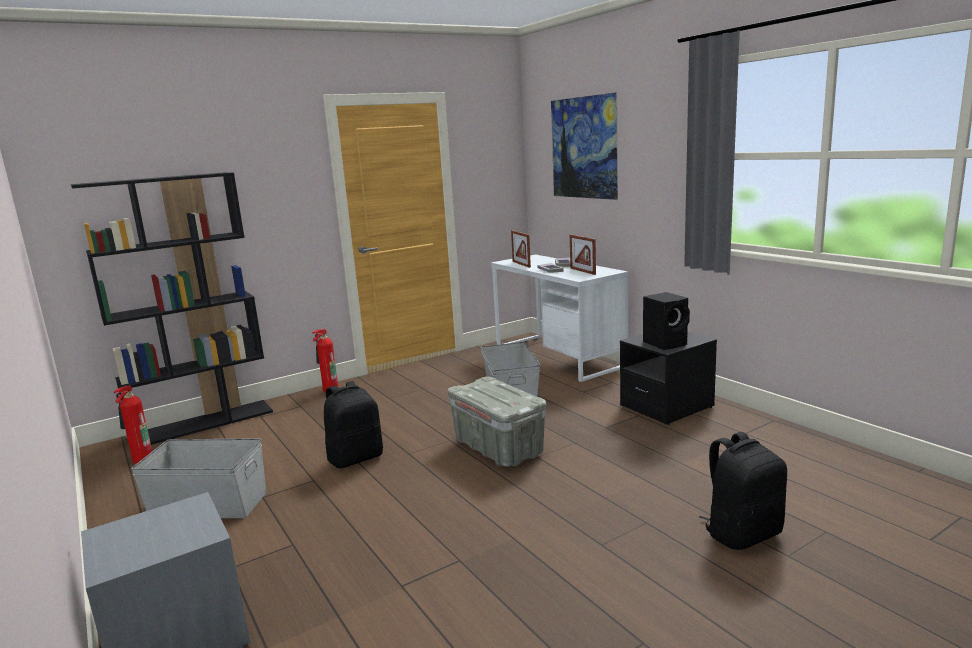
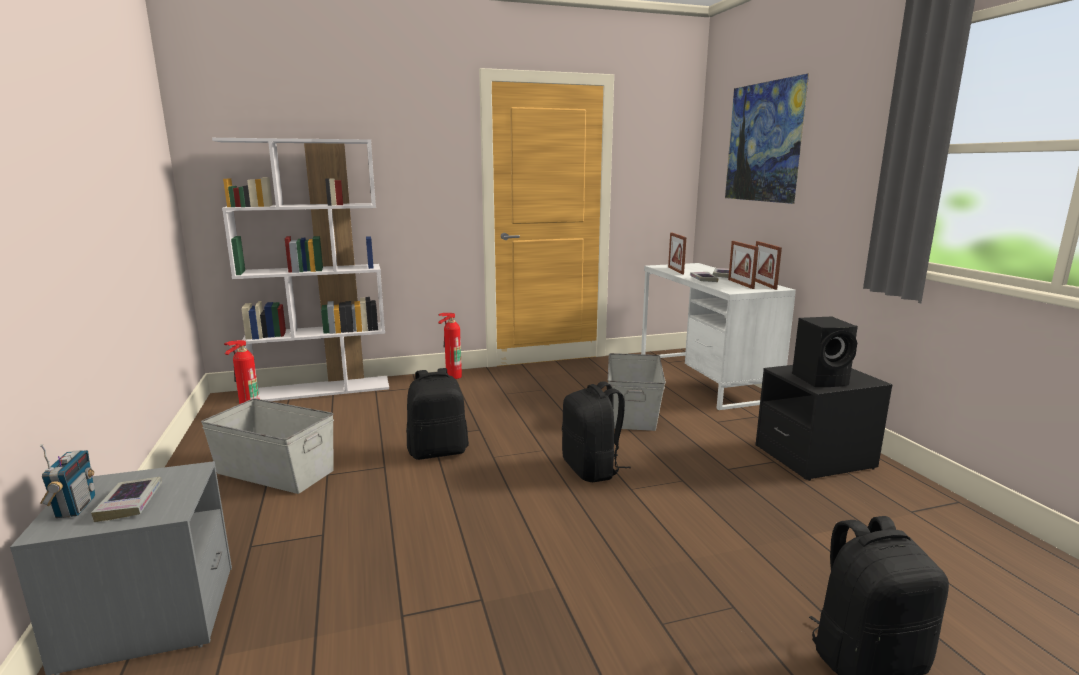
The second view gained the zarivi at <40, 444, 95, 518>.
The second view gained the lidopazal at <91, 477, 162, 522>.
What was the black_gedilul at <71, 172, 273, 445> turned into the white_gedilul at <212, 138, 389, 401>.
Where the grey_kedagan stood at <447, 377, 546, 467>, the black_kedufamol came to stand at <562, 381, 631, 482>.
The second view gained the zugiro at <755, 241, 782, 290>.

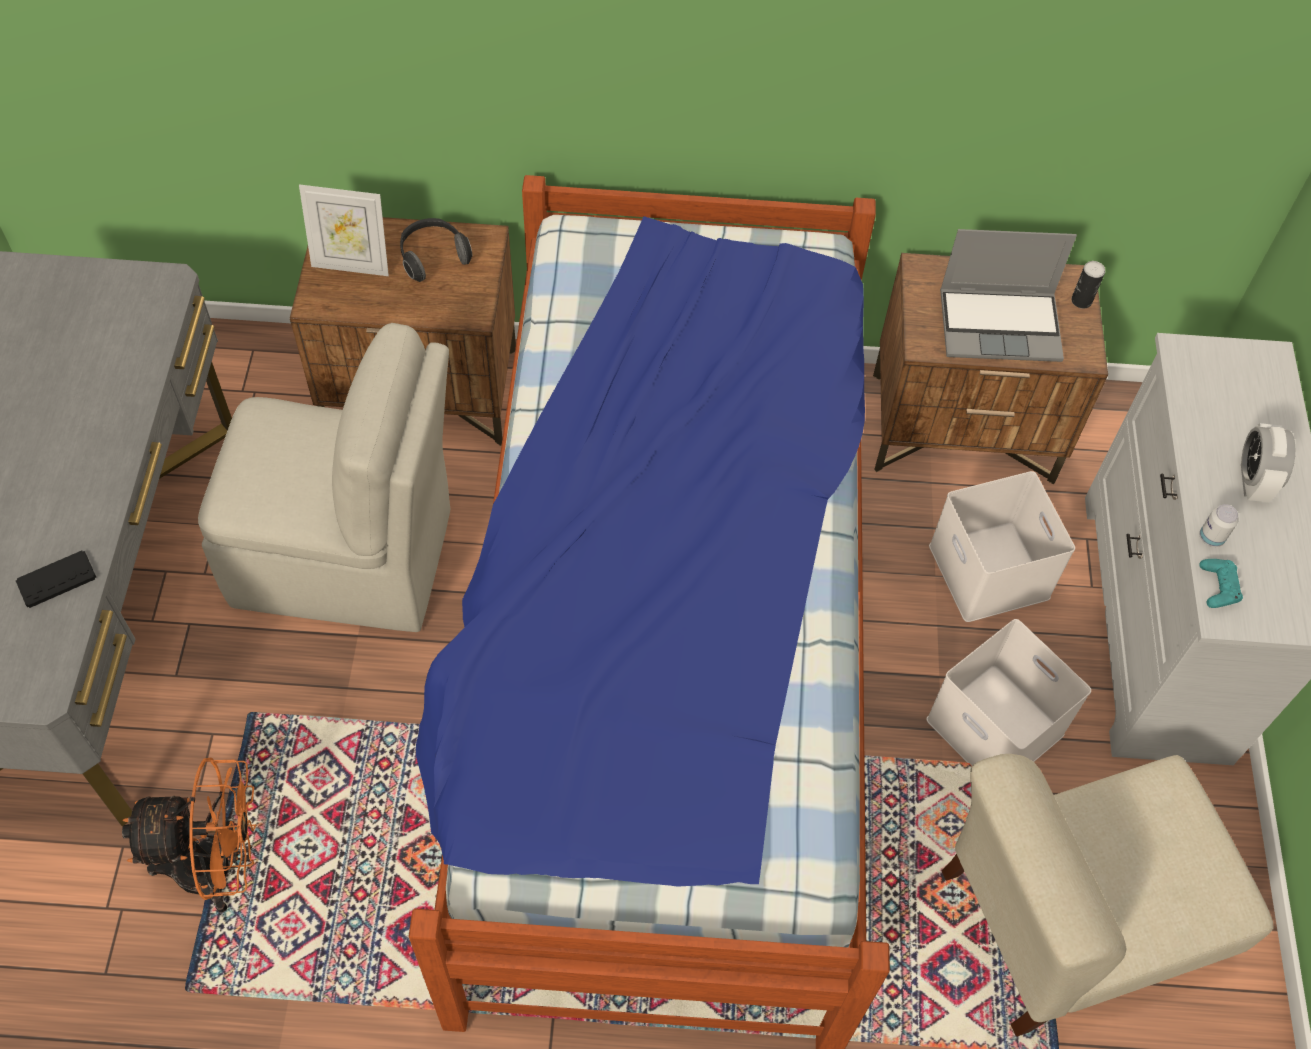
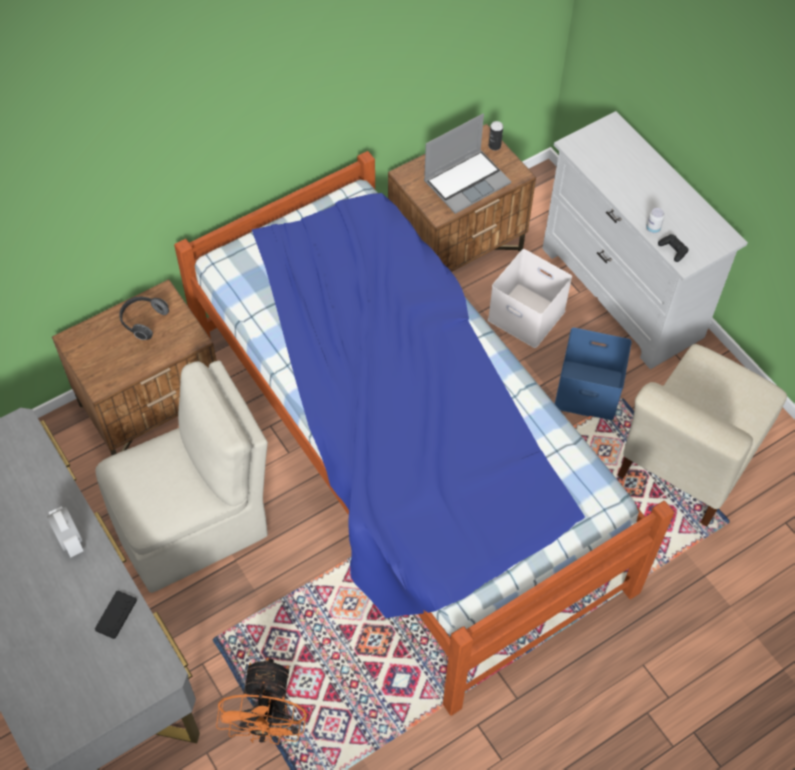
The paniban ended up elsewhere, having gone from <1241, 423, 1295, 502> to <47, 506, 83, 558>.
The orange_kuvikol at <122, 758, 256, 913> ended up facing another way, 135 degrees clockwise from before.
What was the white_kedagan at <926, 619, 1091, 766> turned into the blue_kedagan at <555, 328, 632, 420>.
What was the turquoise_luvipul at <1199, 559, 1243, 608> turned into the black_luvipul at <658, 234, 689, 262>.
The second view lost the zugiro at <299, 184, 389, 276>.

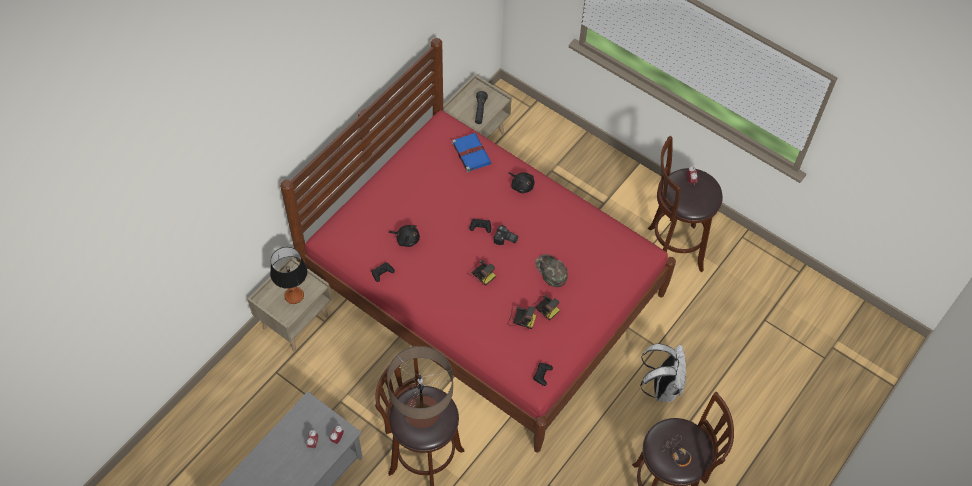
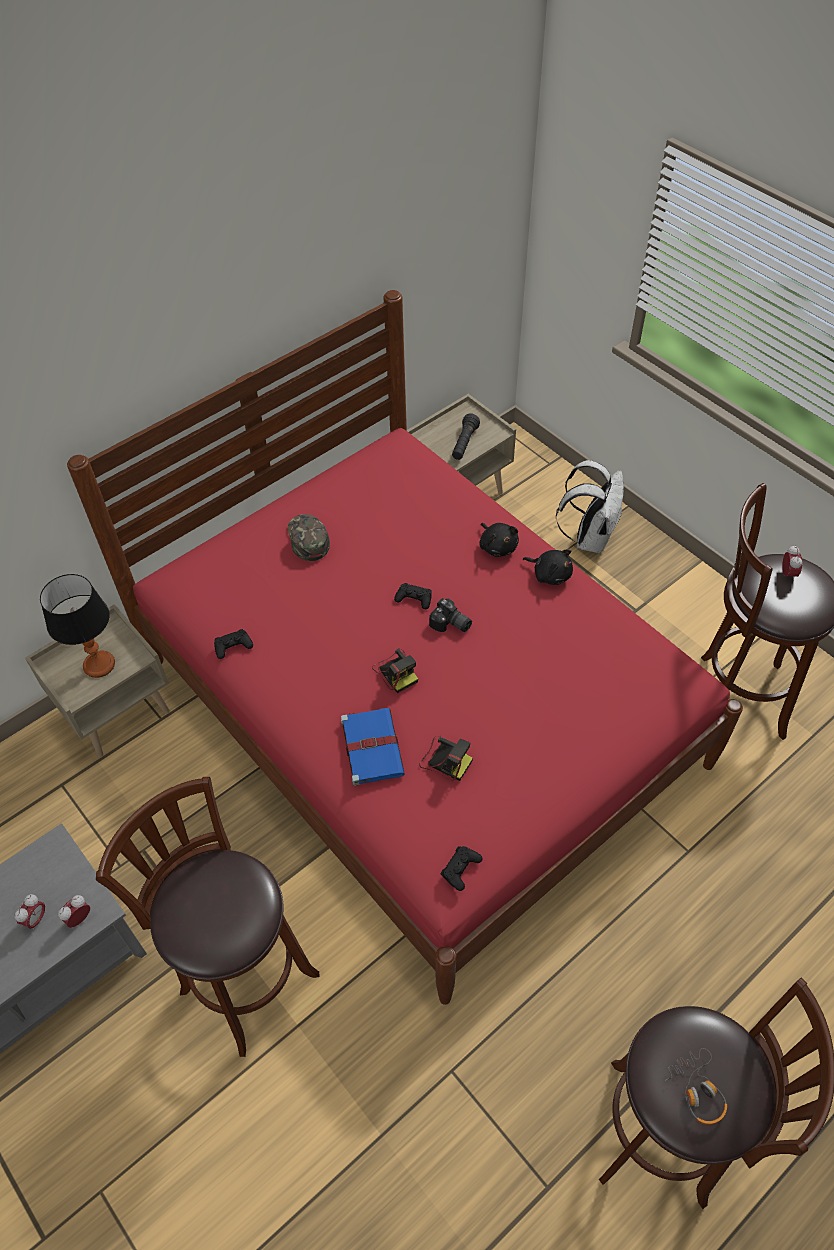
The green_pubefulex ended up elsewhere, having gone from <535, 254, 568, 287> to <287, 514, 330, 561>.
The blue_lidopazal ended up elsewhere, having gone from <452, 133, 491, 172> to <341, 708, 405, 786>.
The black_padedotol ended up elsewhere, having gone from <389, 225, 420, 247> to <523, 549, 573, 585>.
The white_kedufamol ended up elsewhere, having gone from <640, 343, 686, 402> to <556, 460, 624, 553>.
The second view lost the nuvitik at <387, 346, 453, 428>.
The second view lost the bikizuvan at <533, 294, 560, 320>.

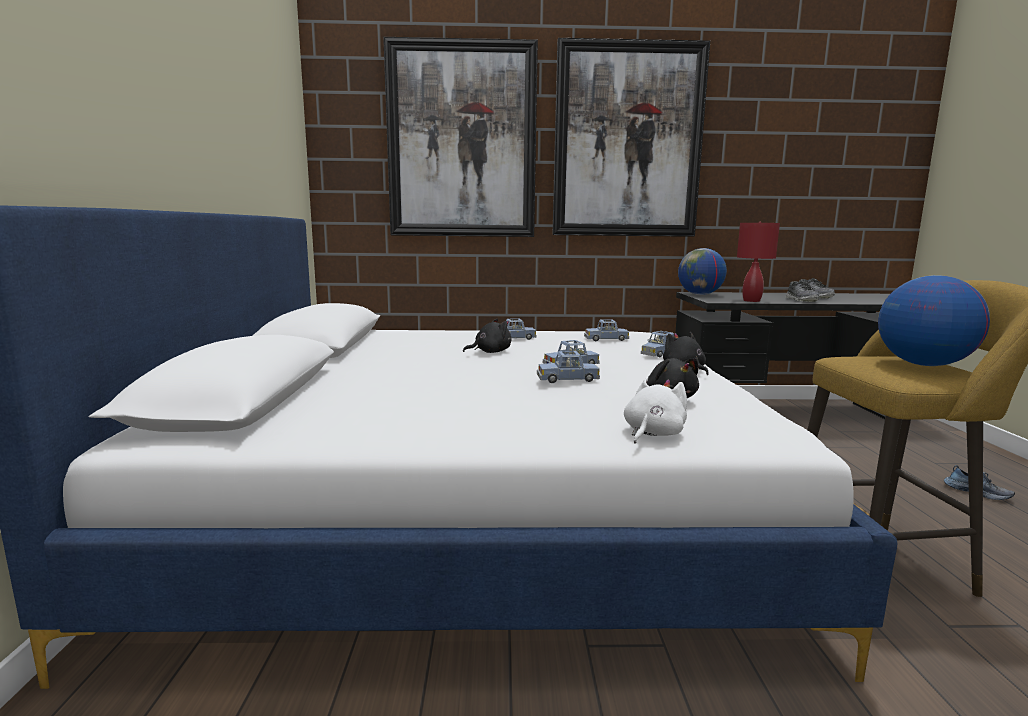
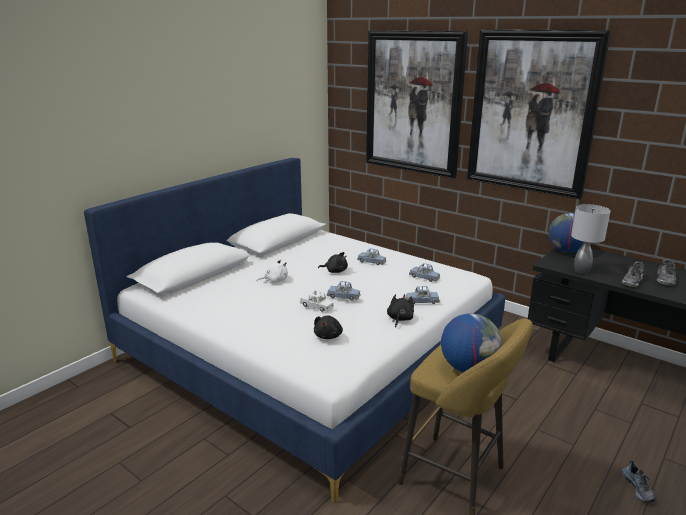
The white_padedotol ended up elsewhere, having gone from <624, 377, 687, 444> to <257, 259, 288, 283>.
What was the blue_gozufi at <537, 351, 600, 383> turned into the white_gozufi at <300, 290, 334, 312>.
What was the red_nuvitik at <737, 222, 780, 302> turned into the grey_nuvitik at <571, 204, 610, 274>.

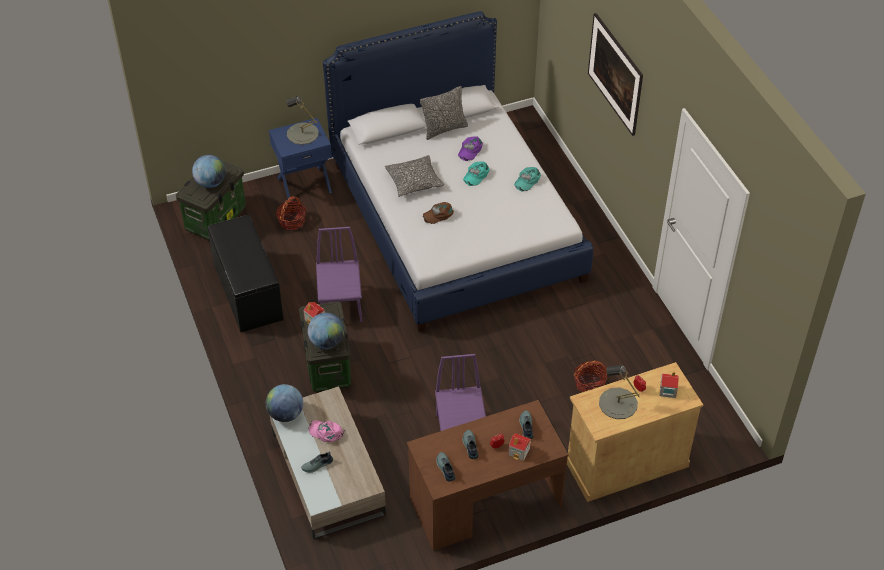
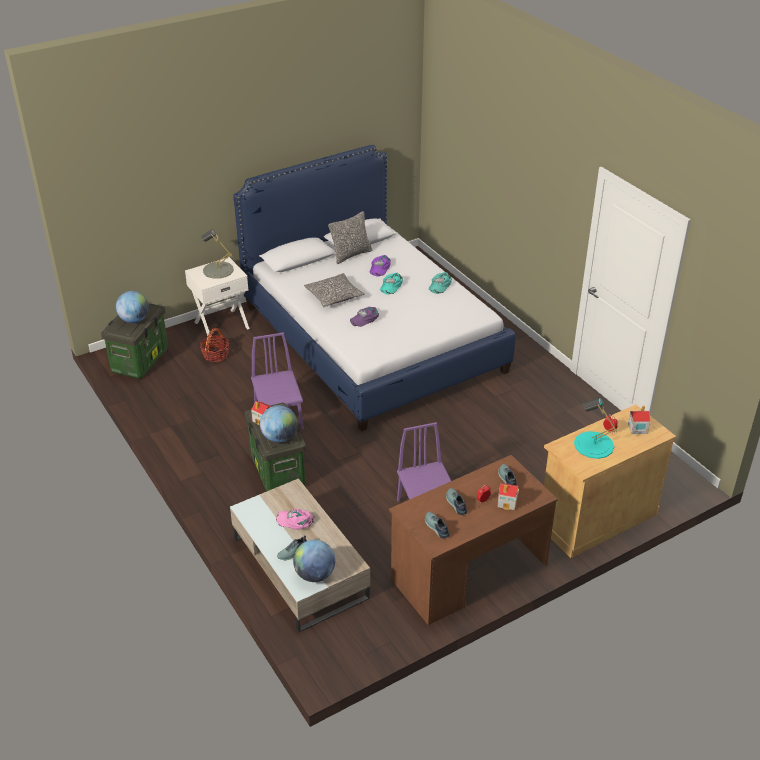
What was the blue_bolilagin at <269, 118, 332, 203> turned into the white_bolilagin at <185, 257, 250, 342>.
The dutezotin ended up elsewhere, having gone from <266, 384, 303, 422> to <293, 539, 335, 582>.
What was the brown_pubefulex at <423, 202, 454, 224> turned into the purple_pubefulex at <350, 307, 379, 327>.
What was the grey_nuvitik at <599, 365, 640, 419> turned into the turquoise_nuvitik at <574, 398, 618, 459>.
The second view lost the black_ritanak at <207, 214, 284, 332>.
The second view lost the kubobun at <574, 360, 607, 392>.
The second view lost the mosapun at <588, 13, 643, 136>.

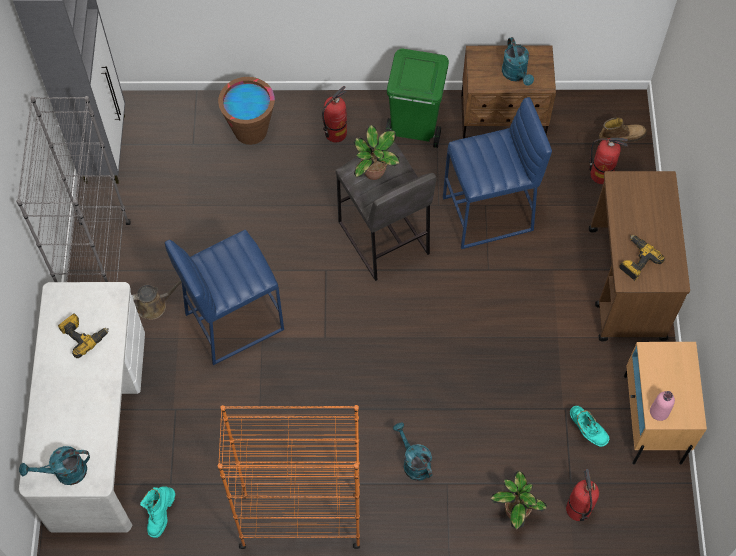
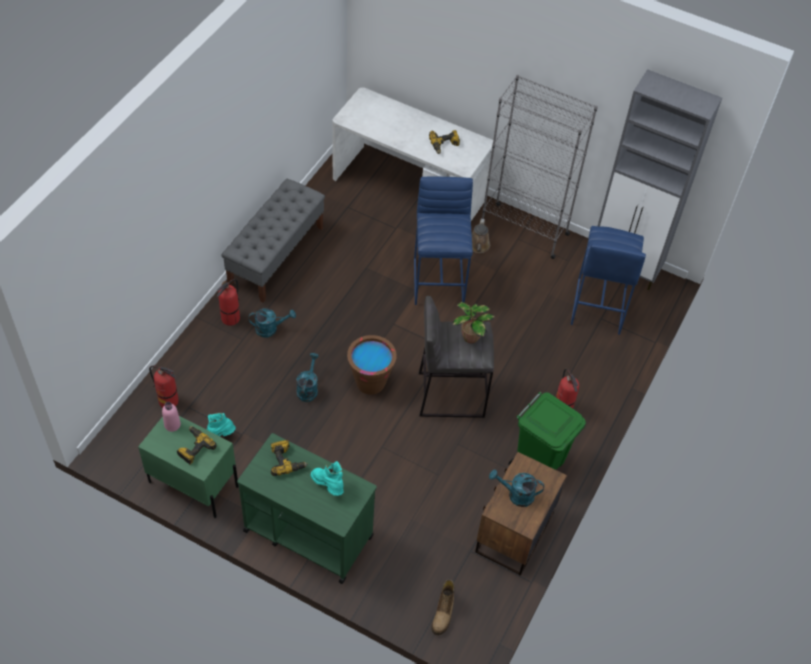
What was the beige_bolilagin at <624, 342, 707, 465> turned into the green_bolilagin at <138, 416, 239, 518>.
The second view gained the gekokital at <177, 426, 216, 465>.
The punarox ended up elsewhere, having gone from <589, 138, 628, 184> to <217, 279, 240, 326>.
Where the orange_gedilul stood at <218, 405, 360, 549>, the grey_ritanak came to stand at <222, 179, 325, 303>.
What was the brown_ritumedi at <589, 171, 690, 341> turned into the green_ritumedi at <237, 433, 377, 584>.
The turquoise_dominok ended up elsewhere, having gone from <19, 446, 90, 485> to <296, 353, 319, 402>.
The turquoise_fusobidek ended up elsewhere, having gone from <140, 486, 175, 538> to <311, 461, 343, 496>.
The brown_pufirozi ended up elsewhere, having gone from <218, 77, 275, 145> to <347, 335, 397, 395>.
The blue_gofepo ended up elsewhere, having gone from <443, 97, 552, 249> to <571, 226, 646, 335>.
The second view lost the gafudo at <491, 471, 547, 529>.

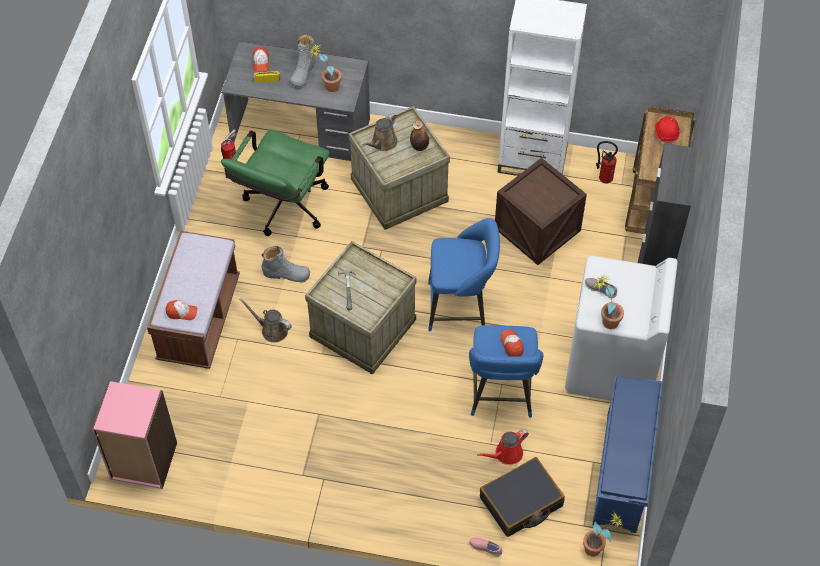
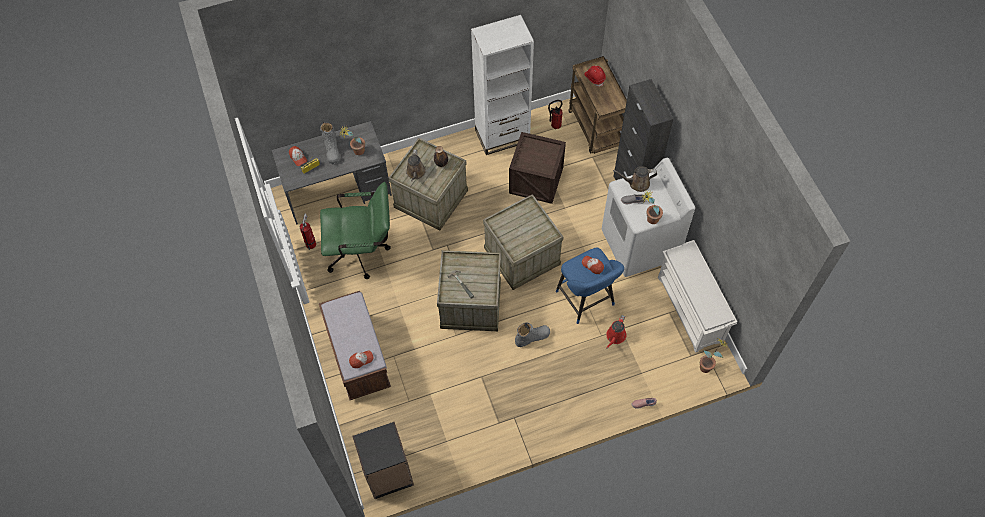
The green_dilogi at <221, 129, 330, 236> ended up facing another way, 90 degrees counterclockwise from before.
What was the pink_gedilul at <91, 381, 177, 489> turned into the black_gedilul at <352, 422, 414, 499>.
Where the blue_gofepo stood at <428, 218, 500, 331>, the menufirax came to stand at <483, 194, 564, 290>.
The grey_fusobidek ended up elsewhere, having gone from <262, 246, 310, 282> to <515, 323, 550, 347>.
The brown_dominok ended up elsewhere, having gone from <239, 298, 292, 343> to <613, 166, 657, 192>.
What was the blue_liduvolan at <593, 375, 663, 533> turned into the white_liduvolan at <658, 240, 737, 353>.
The second view lost the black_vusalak at <480, 457, 565, 537>.

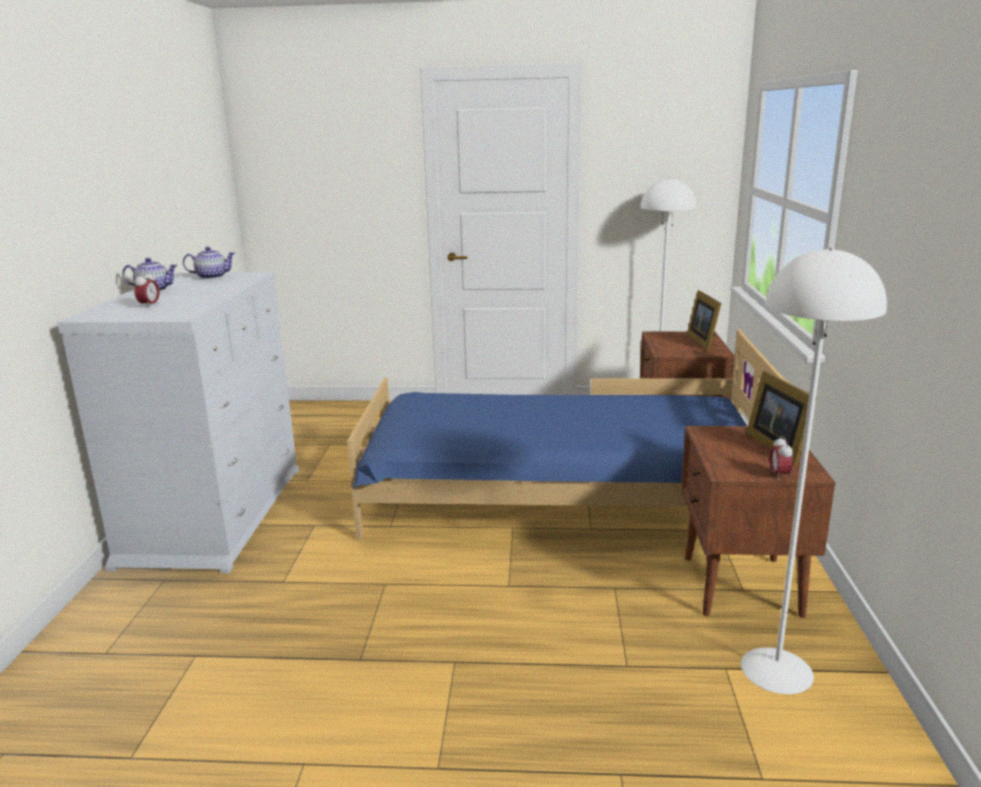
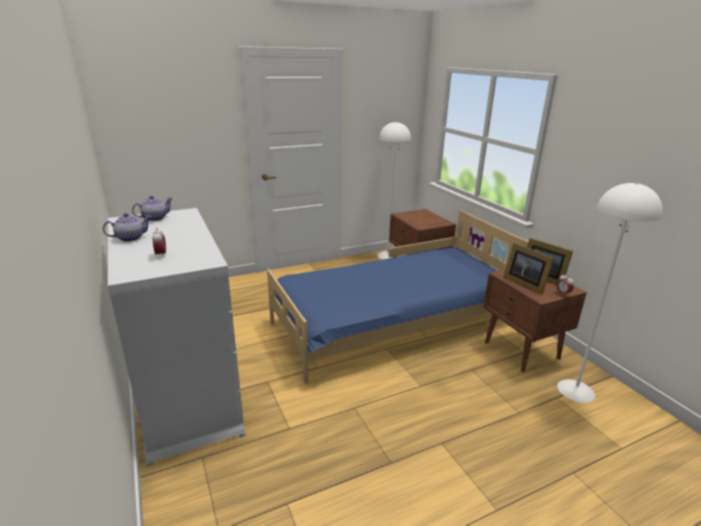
The zugiro ended up elsewhere, having gone from <687, 290, 722, 351> to <504, 243, 554, 294>.

